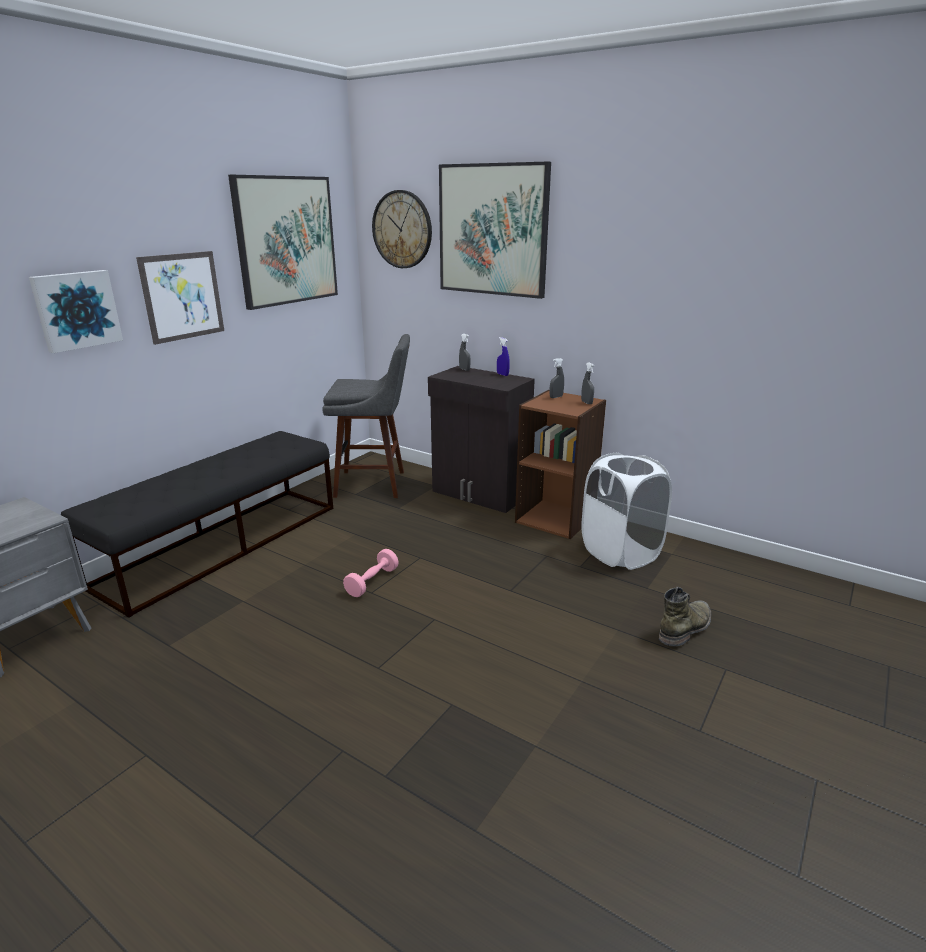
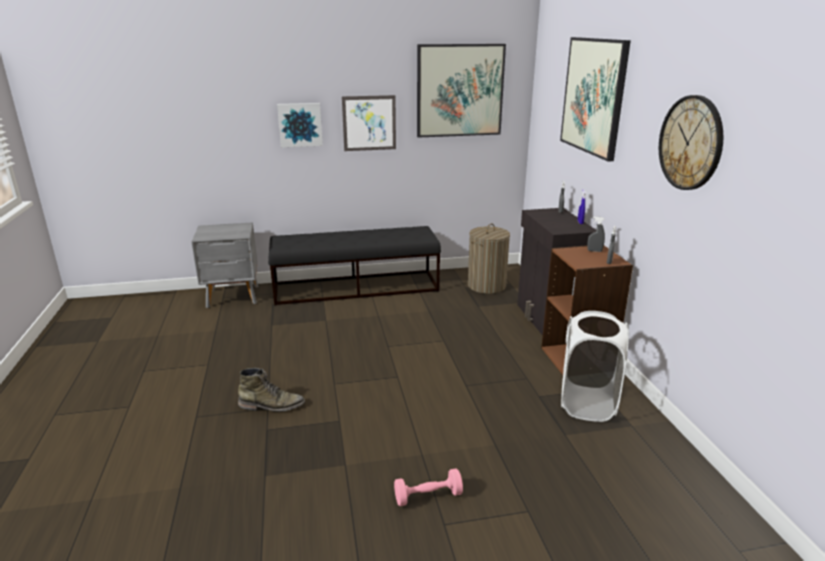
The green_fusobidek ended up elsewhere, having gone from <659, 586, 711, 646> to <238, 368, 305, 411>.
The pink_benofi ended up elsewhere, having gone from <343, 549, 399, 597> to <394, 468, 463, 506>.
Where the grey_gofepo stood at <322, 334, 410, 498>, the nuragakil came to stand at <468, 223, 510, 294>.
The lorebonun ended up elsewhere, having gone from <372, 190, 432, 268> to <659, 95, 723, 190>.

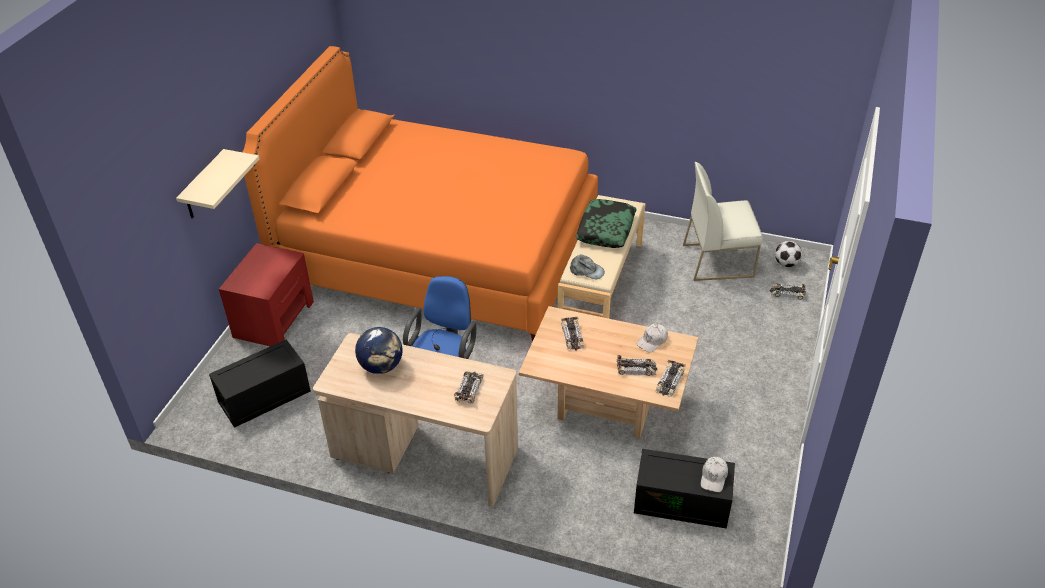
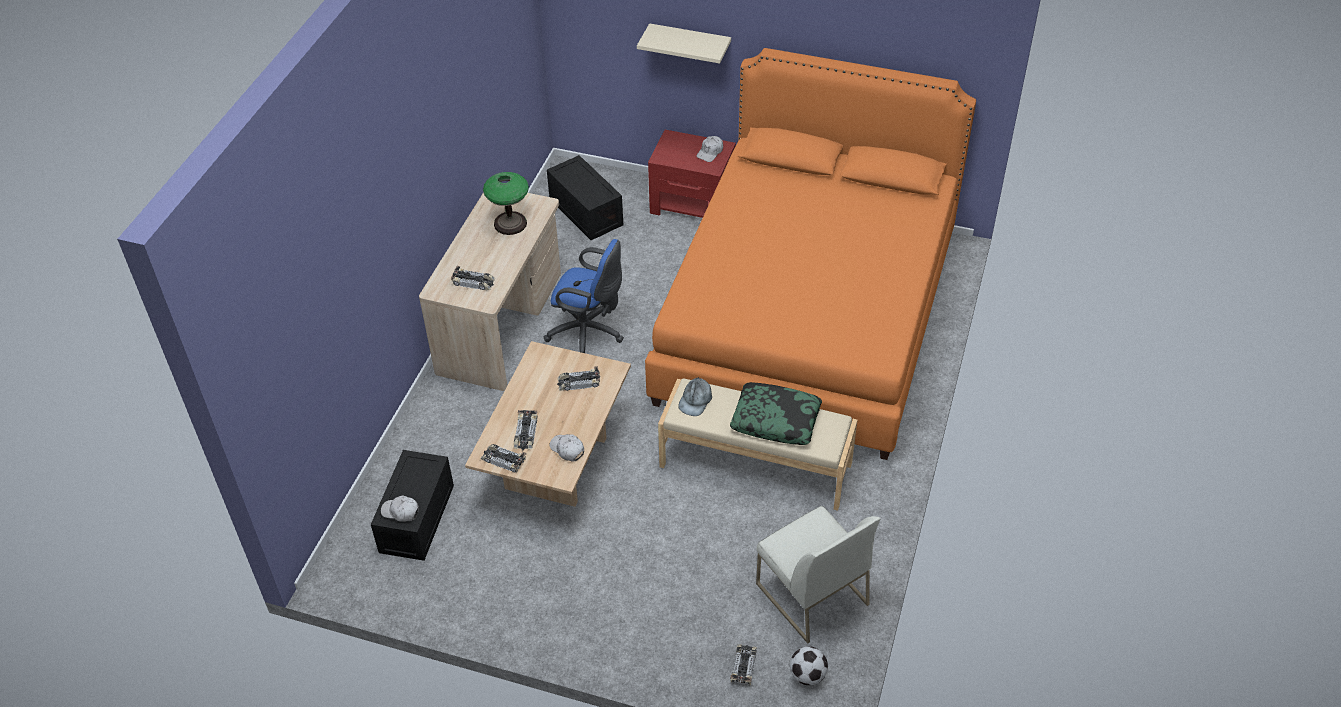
Where the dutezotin stood at <355, 327, 403, 374>, the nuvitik came to stand at <483, 172, 529, 235>.
The second view gained the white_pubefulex at <696, 136, 723, 162>.
The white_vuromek at <683, 162, 763, 281> ended up facing another way, 150 degrees clockwise from before.

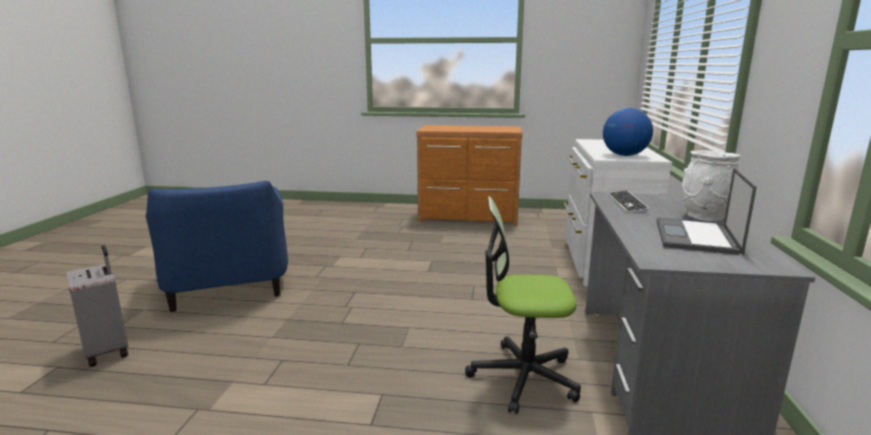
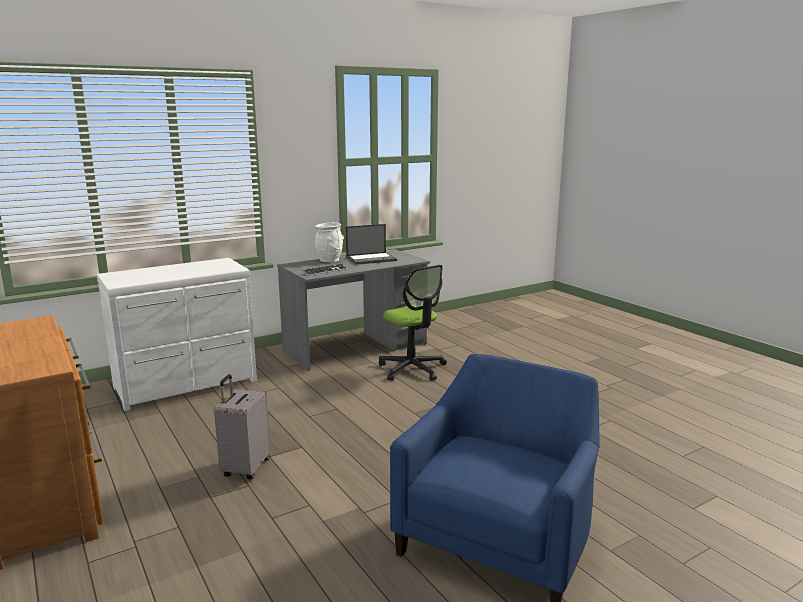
The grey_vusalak ended up elsewhere, having gone from <66, 245, 128, 367> to <214, 374, 270, 480>.
The second view lost the dutezotin at <603, 108, 653, 156>.

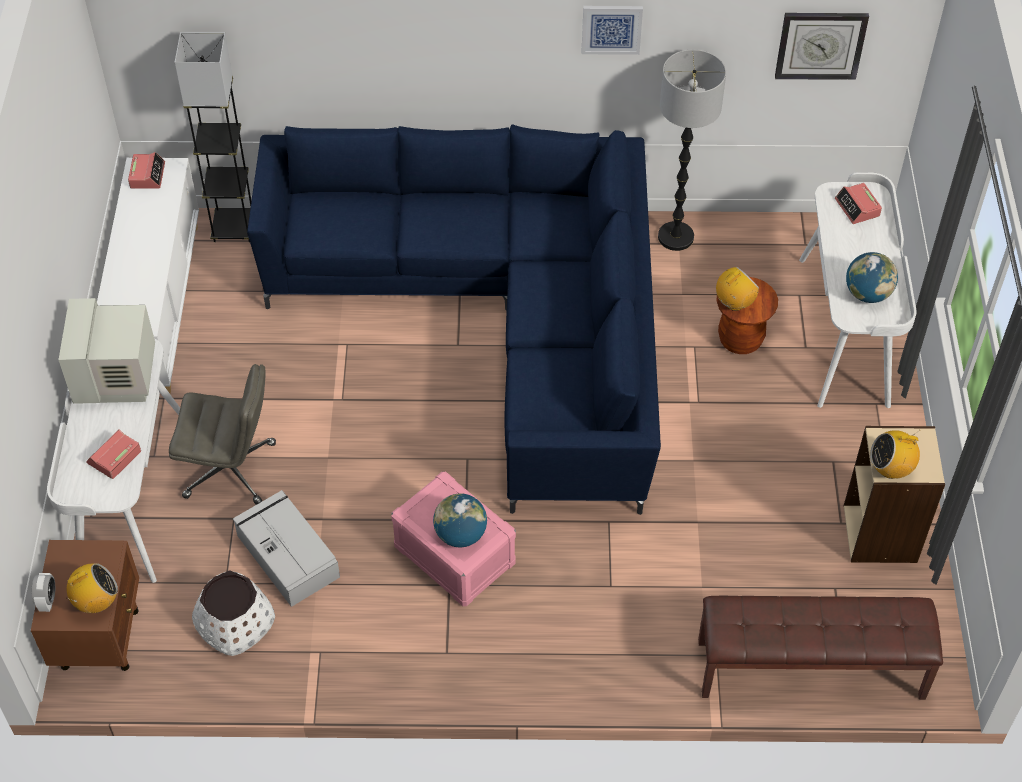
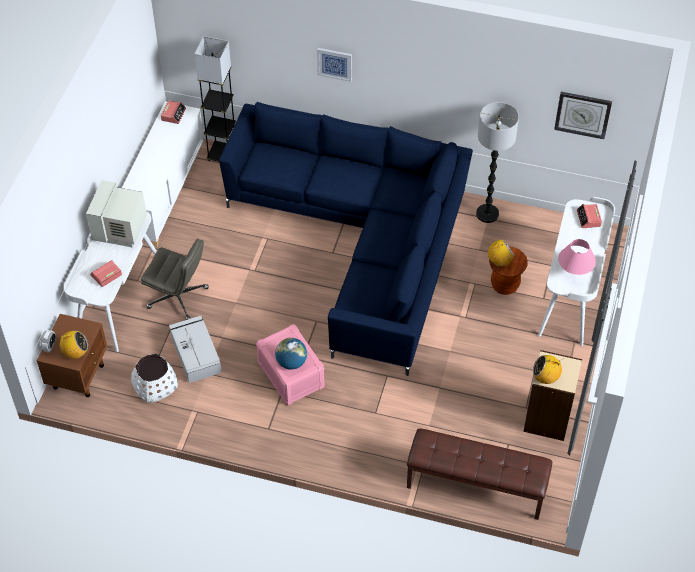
The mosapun ended up elsewhere, having gone from <582, 6, 643, 55> to <317, 48, 352, 82>.
Where the dutezotin stood at <846, 252, 898, 303>, the pink_nuvitik came to stand at <558, 239, 596, 275>.

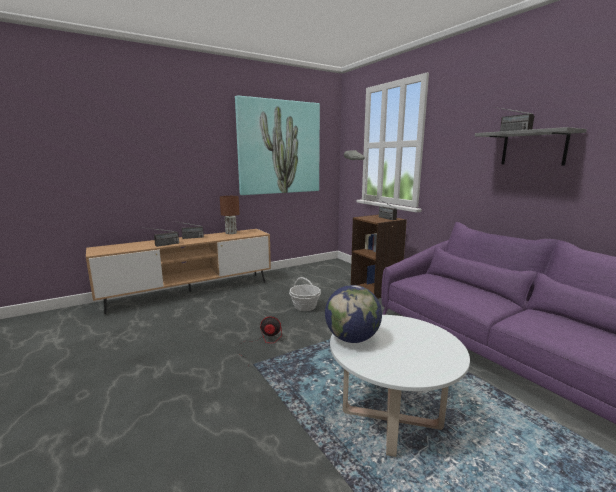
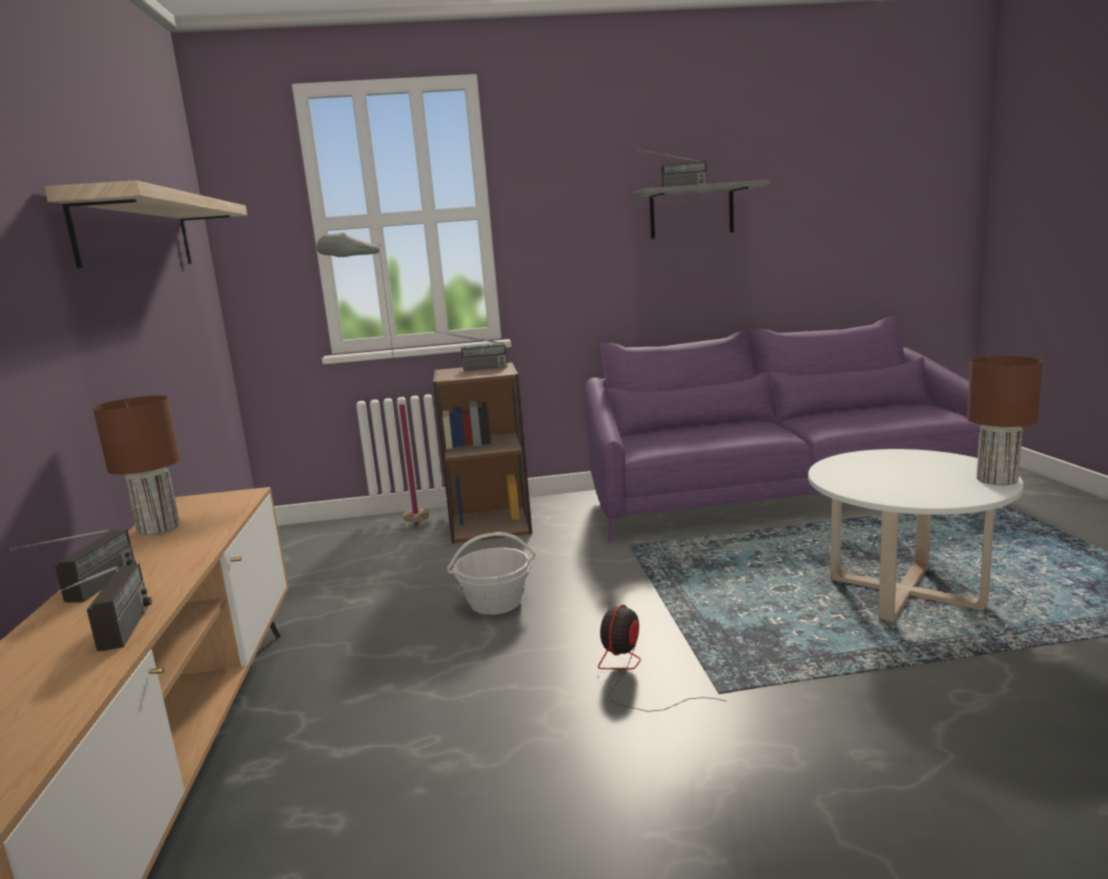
Where the mosapun hung at <235, 95, 320, 195>, the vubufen came to hang at <44, 180, 247, 269>.
The second view gained the brown_nuvitik at <967, 356, 1043, 486>.
The second view lost the dutezotin at <325, 285, 382, 343>.

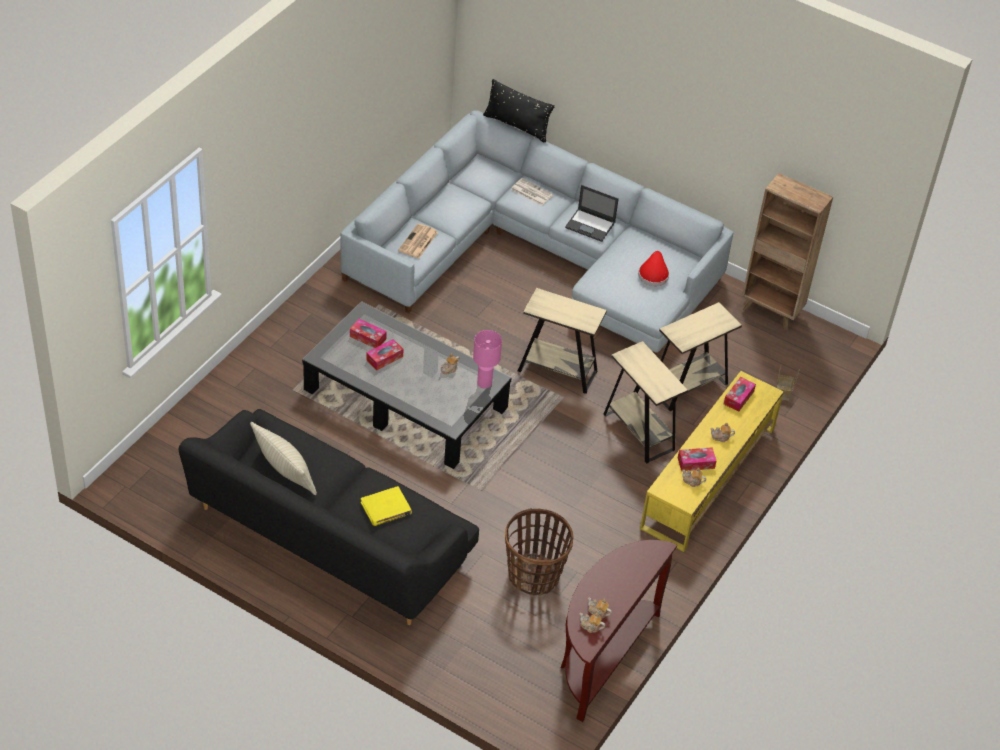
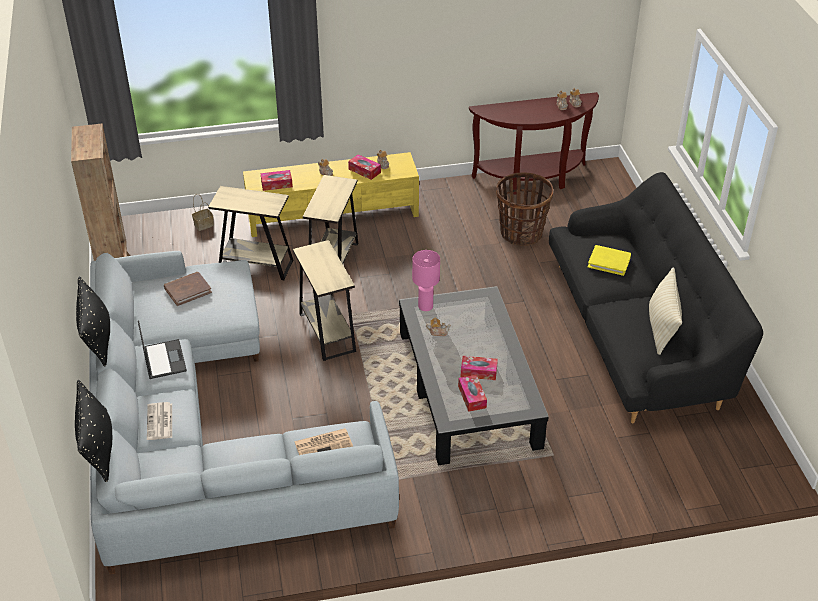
The second view gained the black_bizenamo at <76, 276, 110, 366>.
Where the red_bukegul stood at <638, 251, 669, 286>, the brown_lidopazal came to stand at <164, 272, 212, 306>.

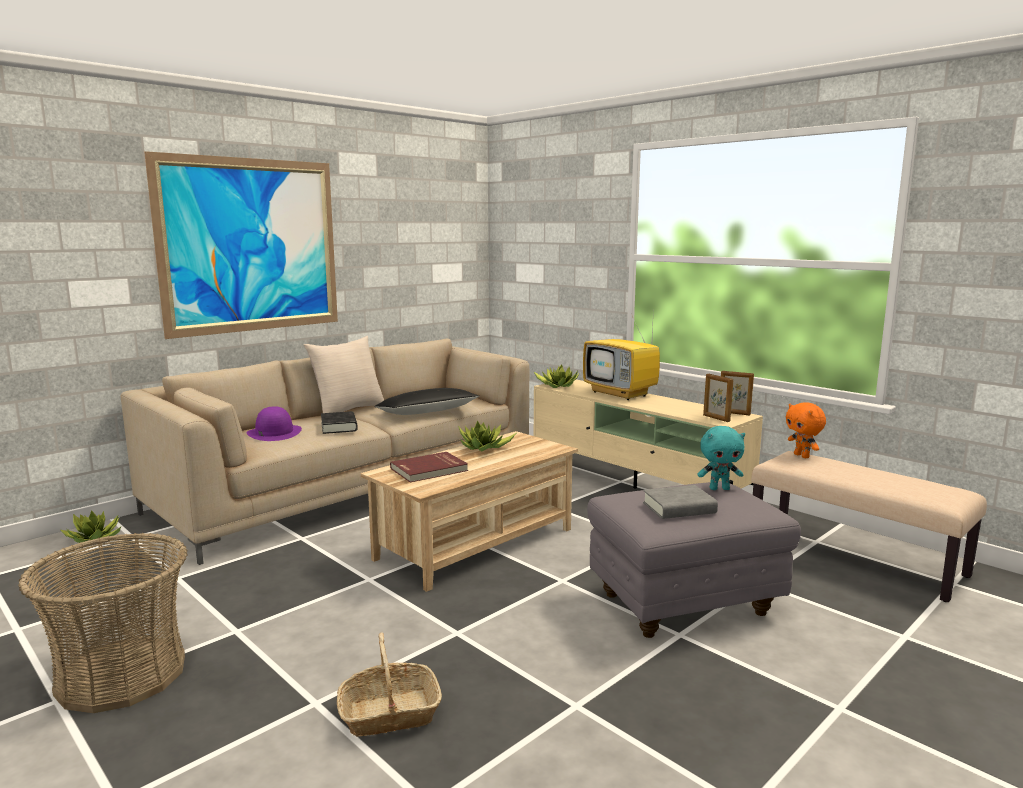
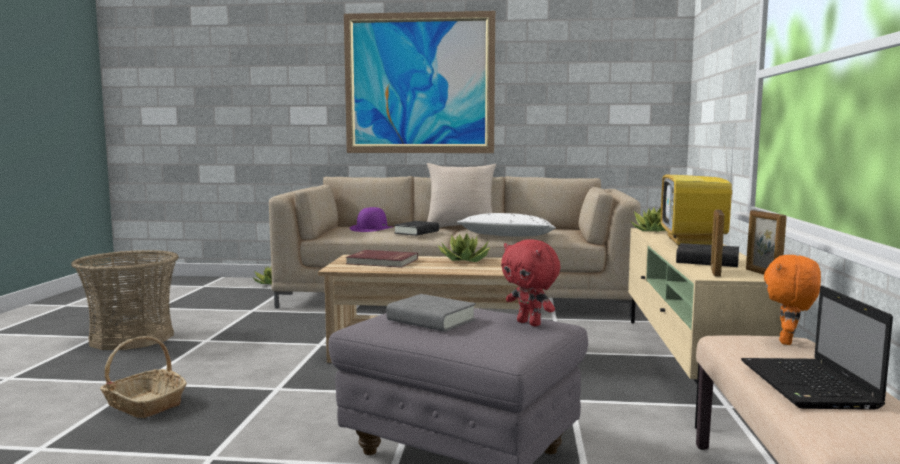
What was the black_bizenamo at <375, 388, 479, 415> turned into the white_bizenamo at <457, 213, 556, 236>.
What was the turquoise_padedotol at <697, 426, 745, 490> turned into the red_padedotol at <501, 239, 560, 327>.
The second view gained the black_lidopazal at <676, 243, 739, 267>.
The second view gained the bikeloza at <741, 286, 893, 410>.

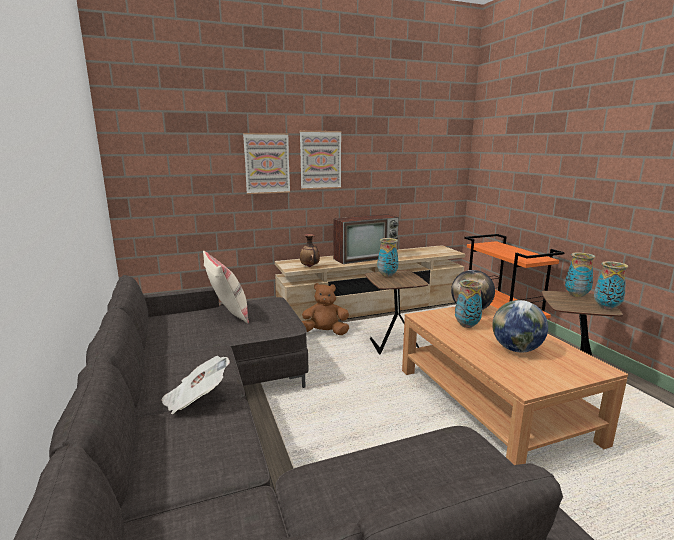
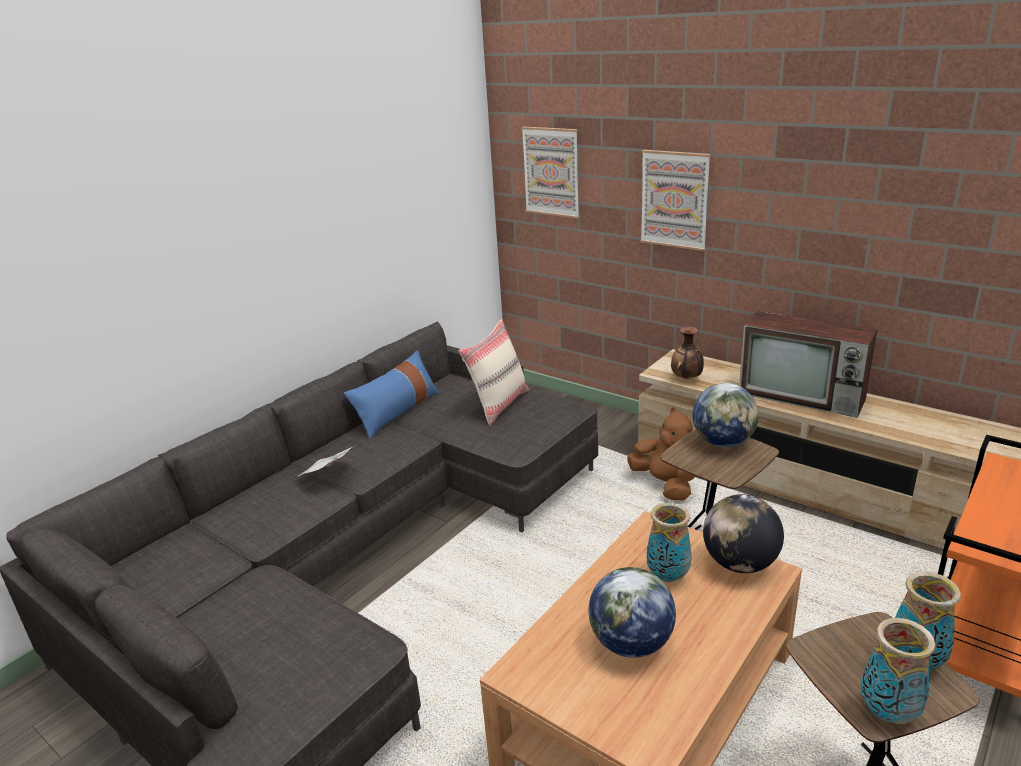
The second view gained the blue_bizenamo at <344, 350, 440, 439>.
The mosapun ended up elsewhere, having gone from <300, 131, 342, 189> to <521, 127, 580, 218>.
Where the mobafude stood at <378, 238, 399, 277>, the dutezotin came to stand at <693, 383, 759, 448>.

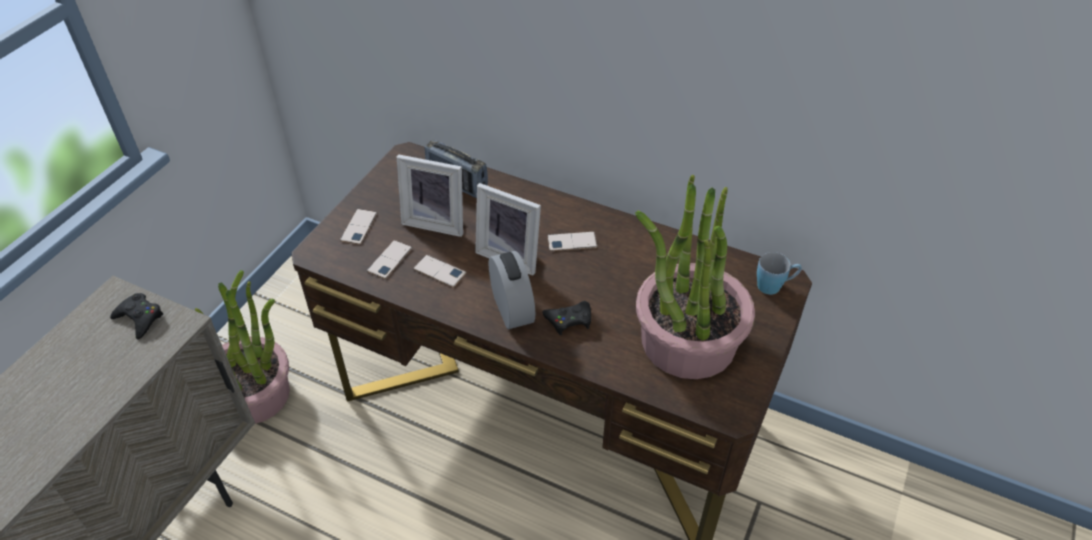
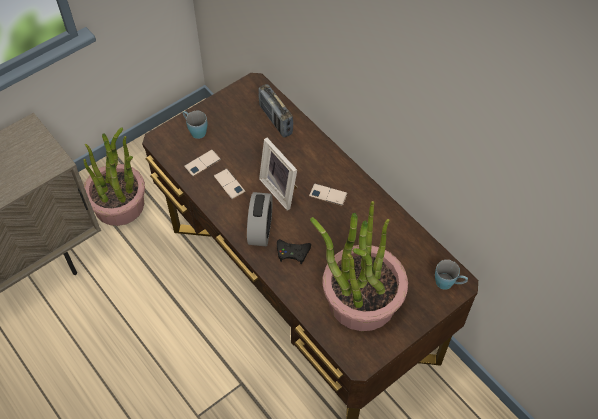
Where the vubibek stood at <340, 209, 377, 245>, the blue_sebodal came to stand at <183, 111, 207, 139>.
The second view lost the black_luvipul at <110, 293, 163, 339>.
The second view lost the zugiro at <397, 154, 463, 237>.

